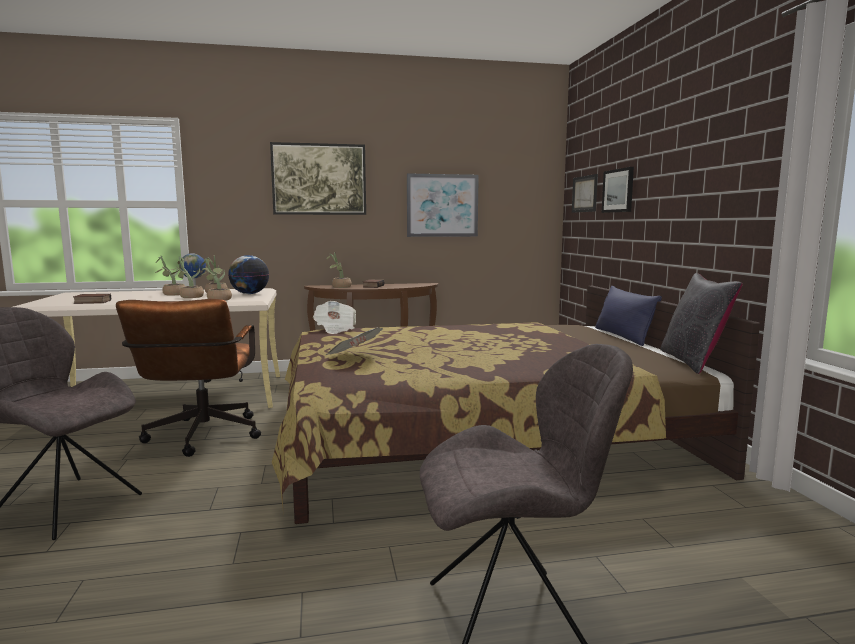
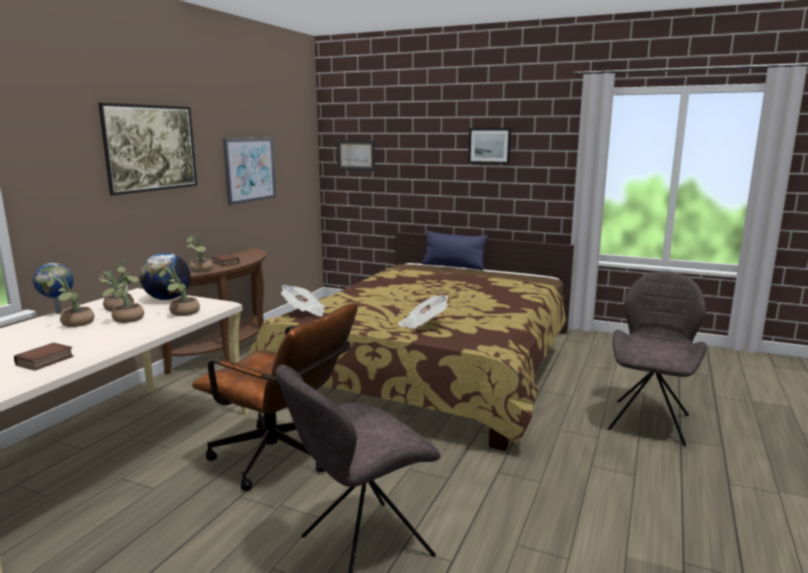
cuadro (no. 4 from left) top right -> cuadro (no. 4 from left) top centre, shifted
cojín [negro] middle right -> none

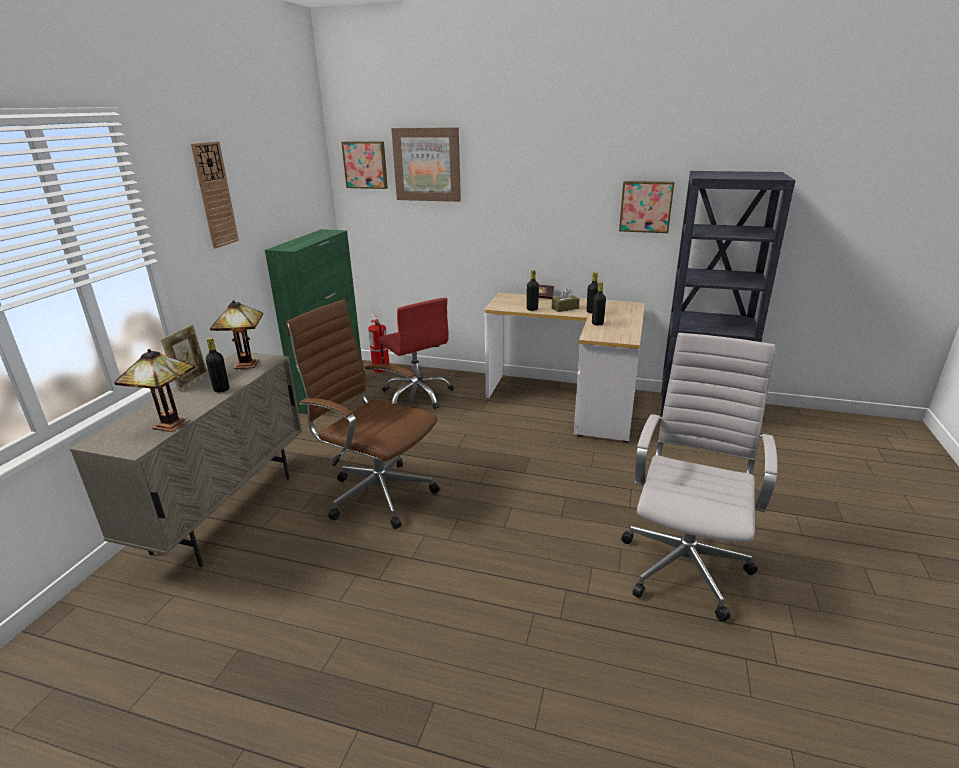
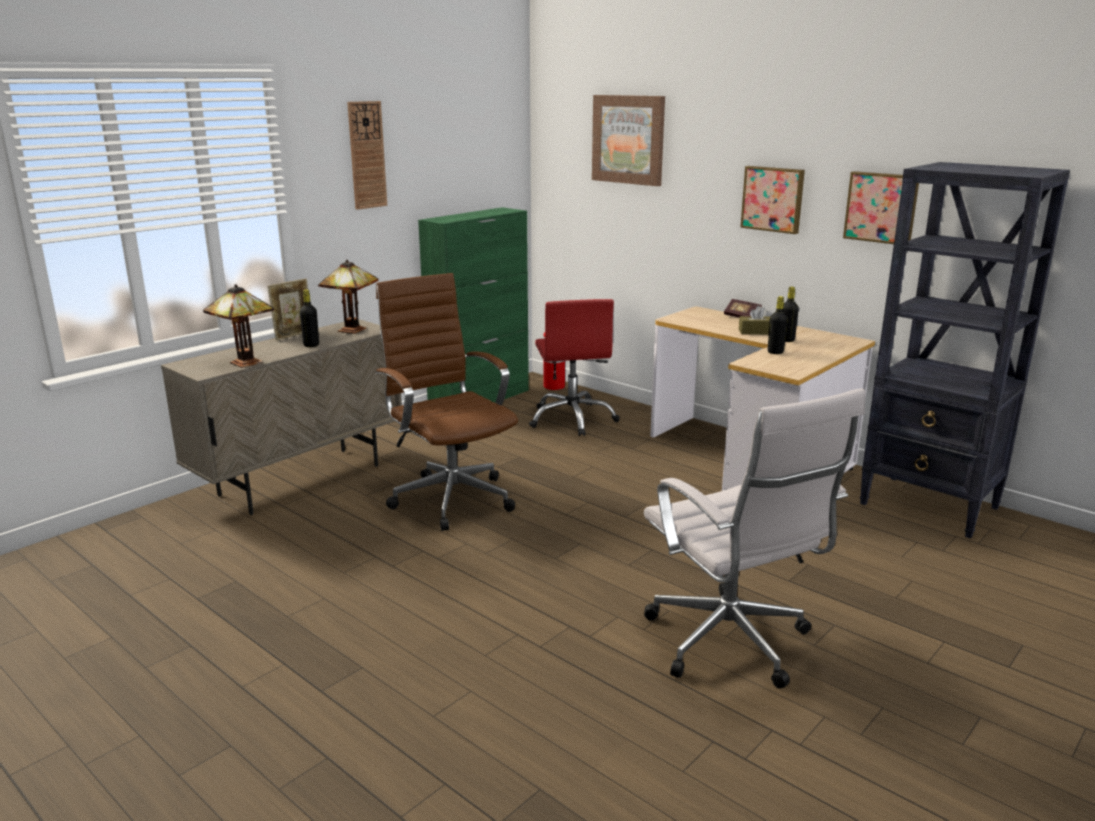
silla de oficina [blanco] middle right, 105 degrees clockwise
cuadro (no. 1 from left in the first image) top centre -> cuadro (no. 2 from left) top right, shifted
botella [negro] (no. 2 from left) centre -> none

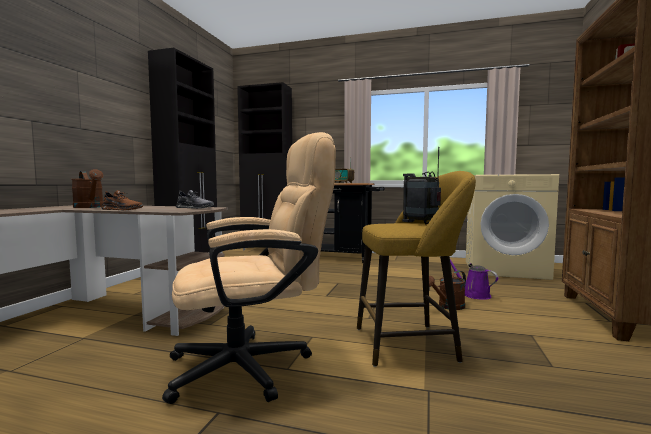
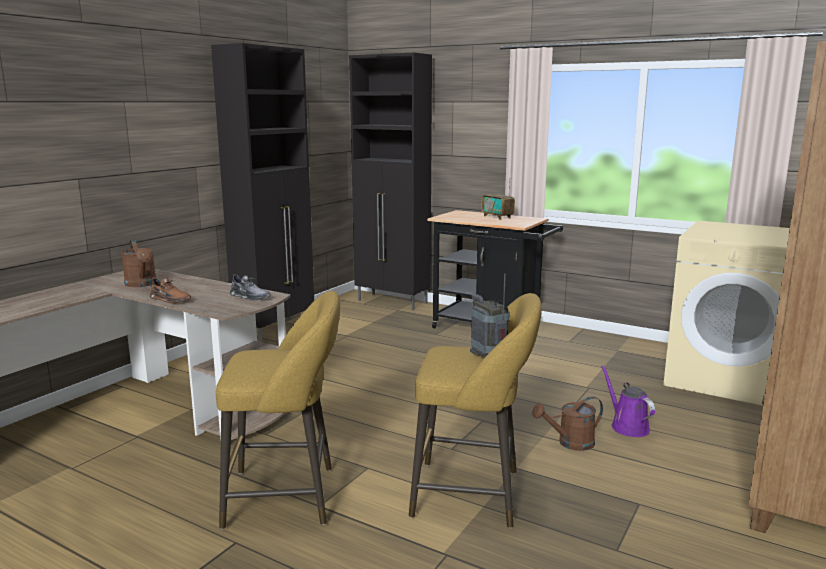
silla de oficina [beis] centre -> taburete [amarillo] (no. 1 from left) bottom centre

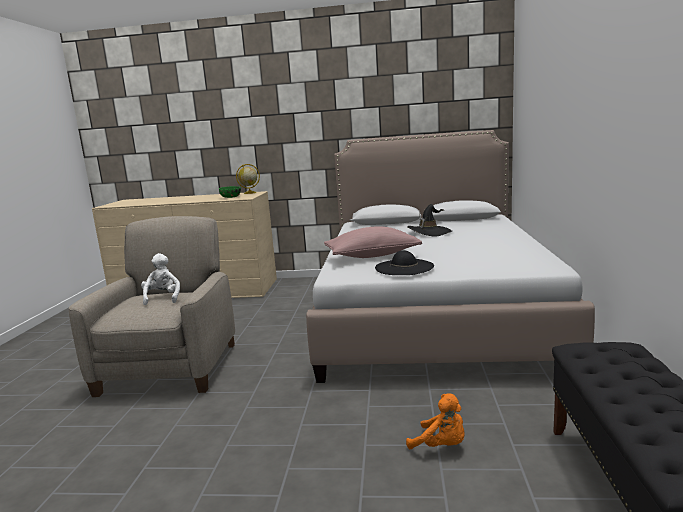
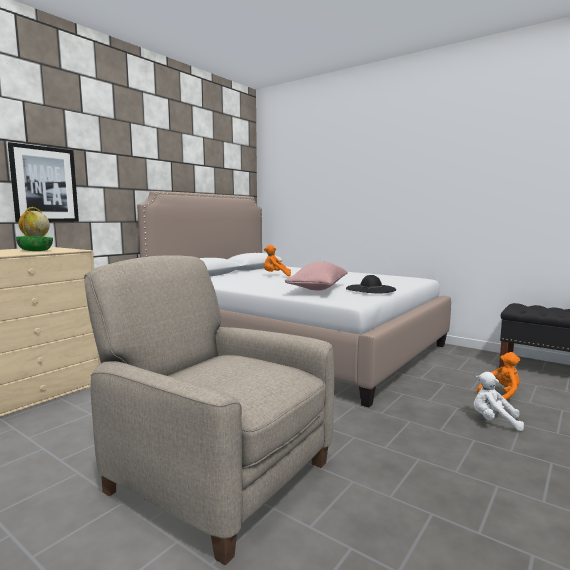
none -> cuadro top left
sombrero [negro] (no. 2 from left) centre -> peluche [naranja] (no. 1 from left) centre
peluche [blanco] middle left -> peluche [blanco] bottom right, shifted

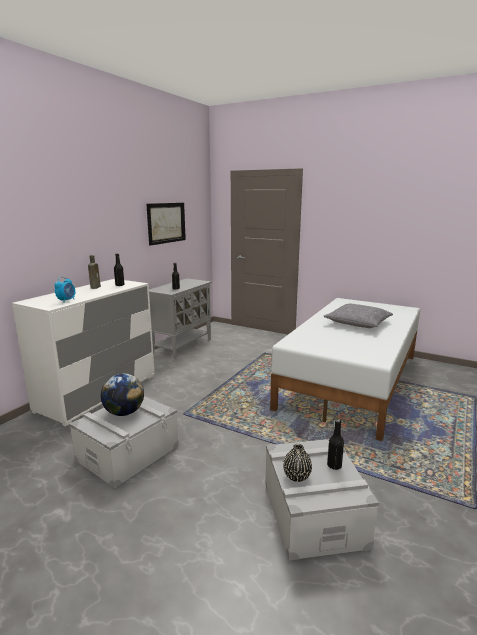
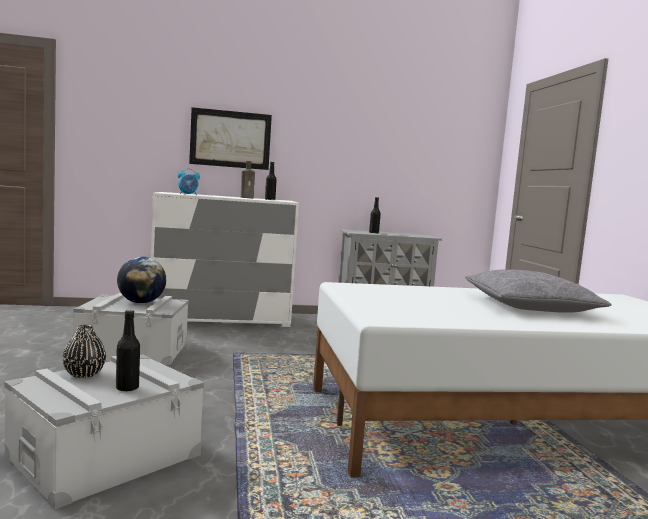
cuadro centre -> cuadro top centre, shifted

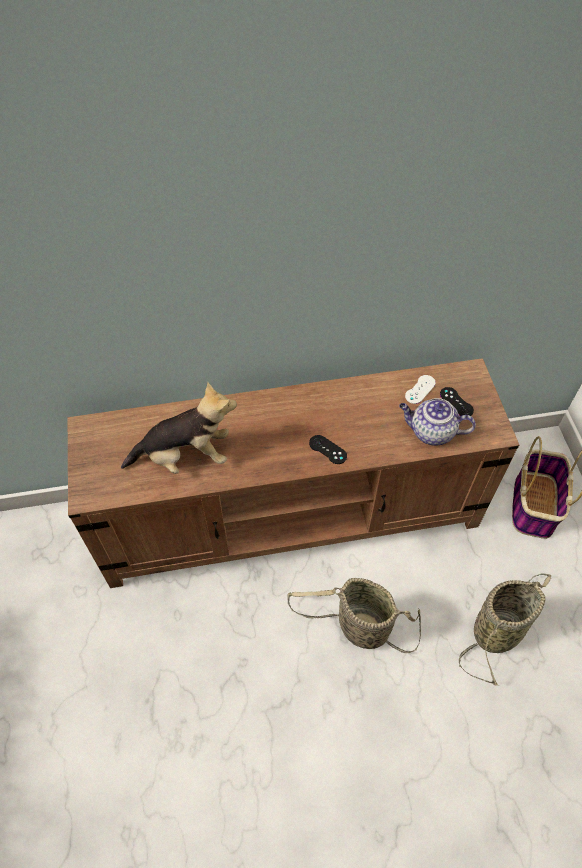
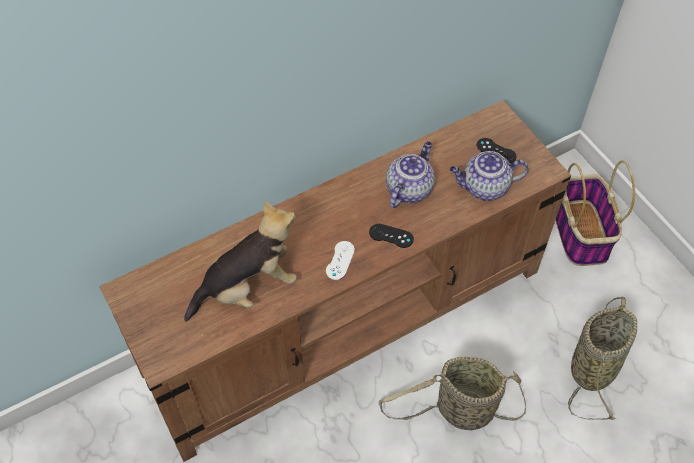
mando de consola [blanco] middle right -> mando de consola [blanco] centre, shifted
none -> tetera (no. 1 from left) centre

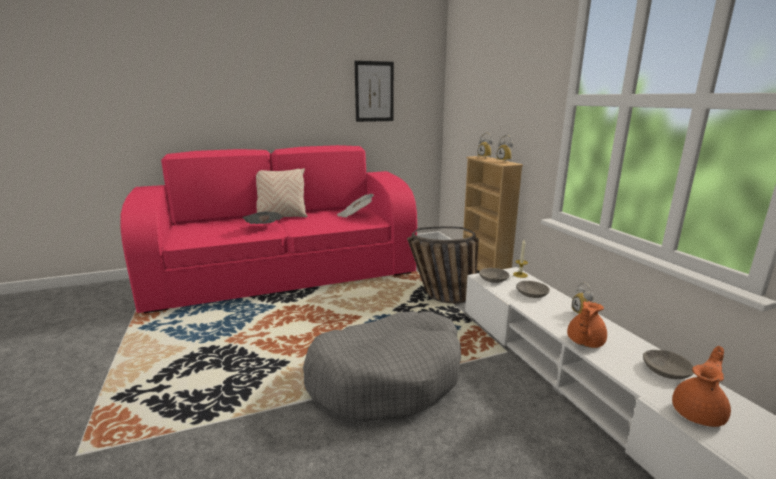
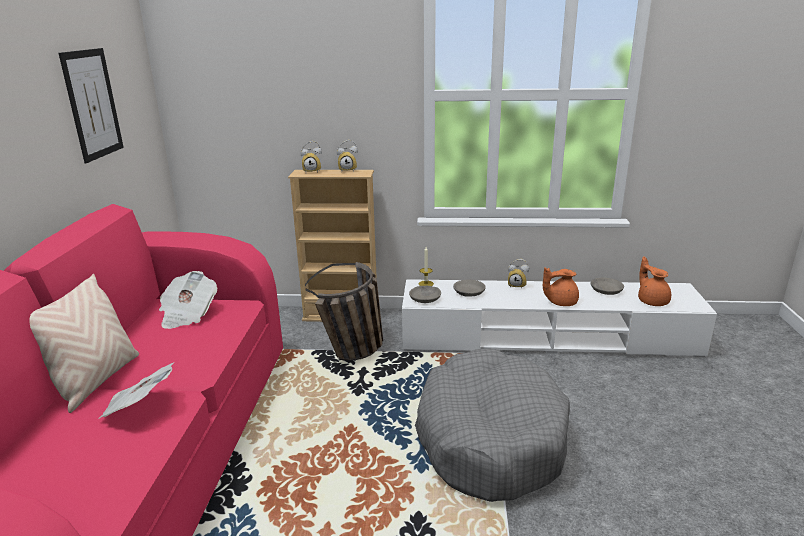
tetera [naranja] (no. 1 from left) bottom right -> tetera [naranja] (no. 1 from left) middle right, 105 degrees clockwise

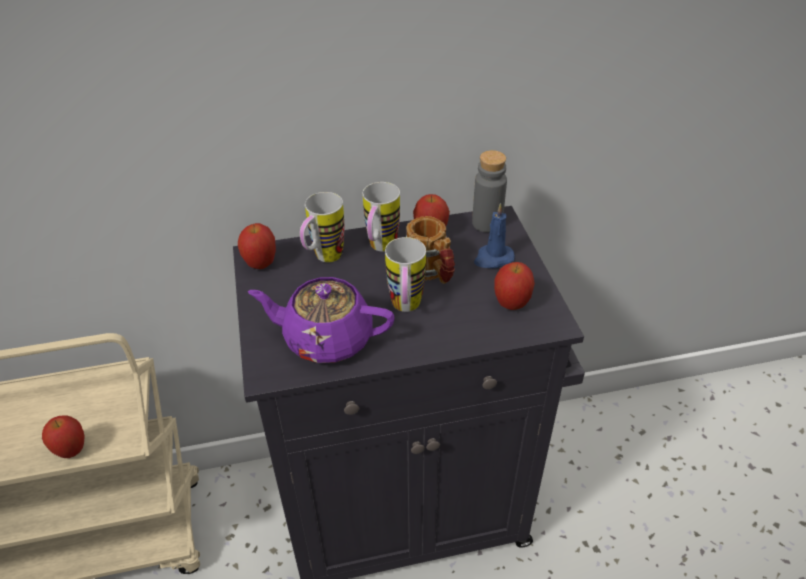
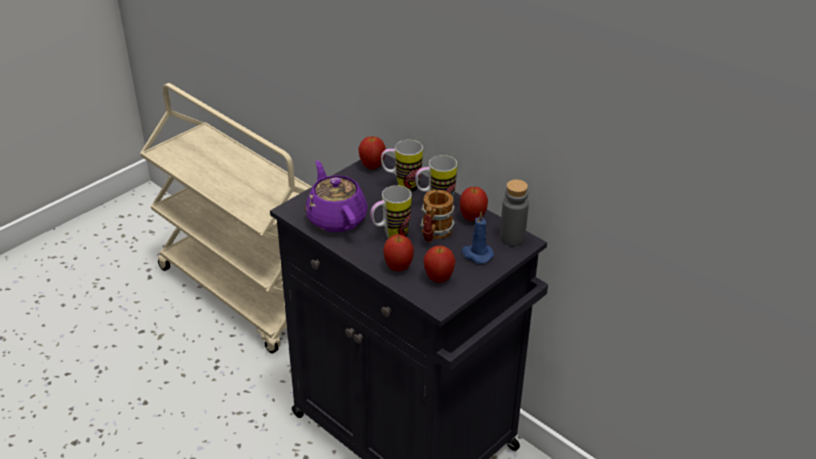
manzana (no. 1 from left in the first image) bottom left -> manzana (no. 2 from left) centre, shifted

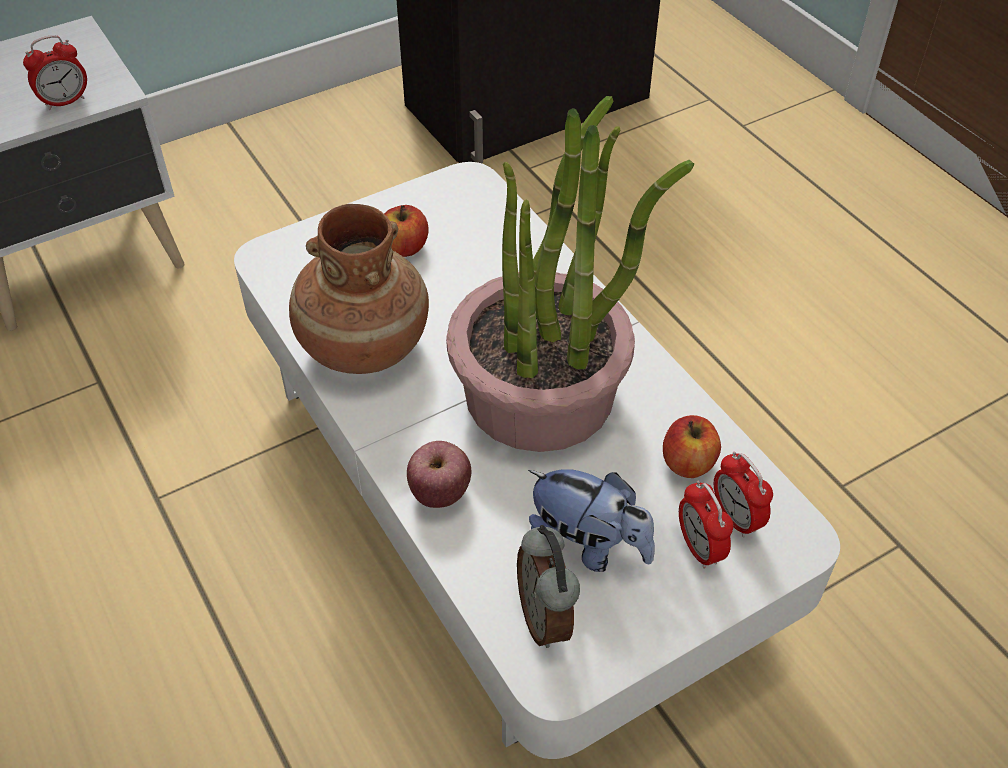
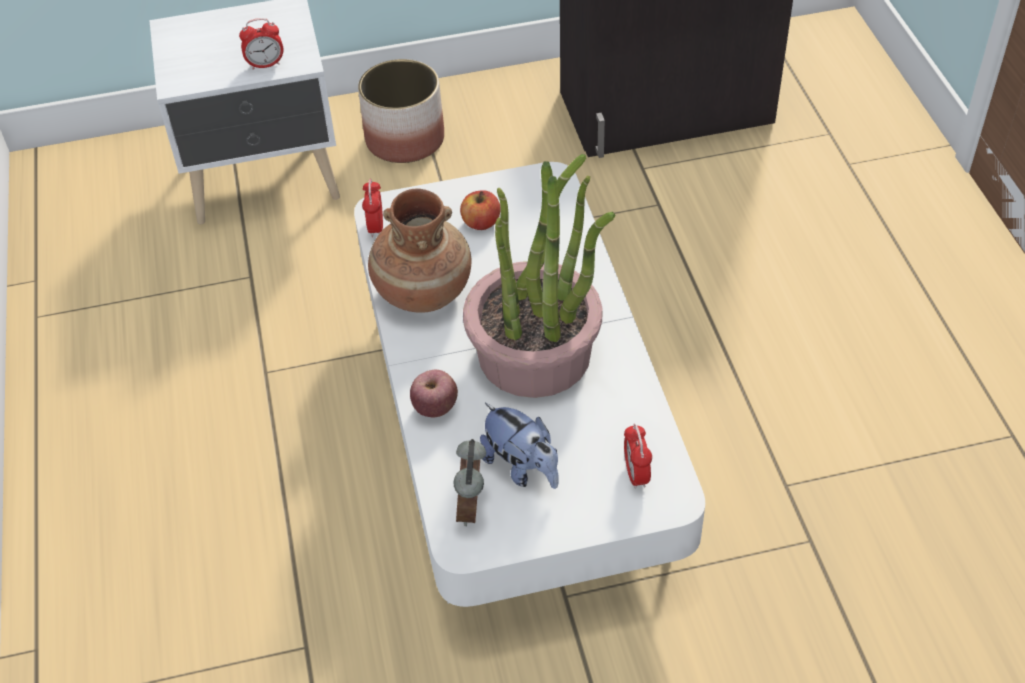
none -> maceta top centre
despertador (no. 3 from left in the first image) bottom right -> despertador (no. 2 from left) top centre, shifted
manzana (no. 3 from left) middle right -> none

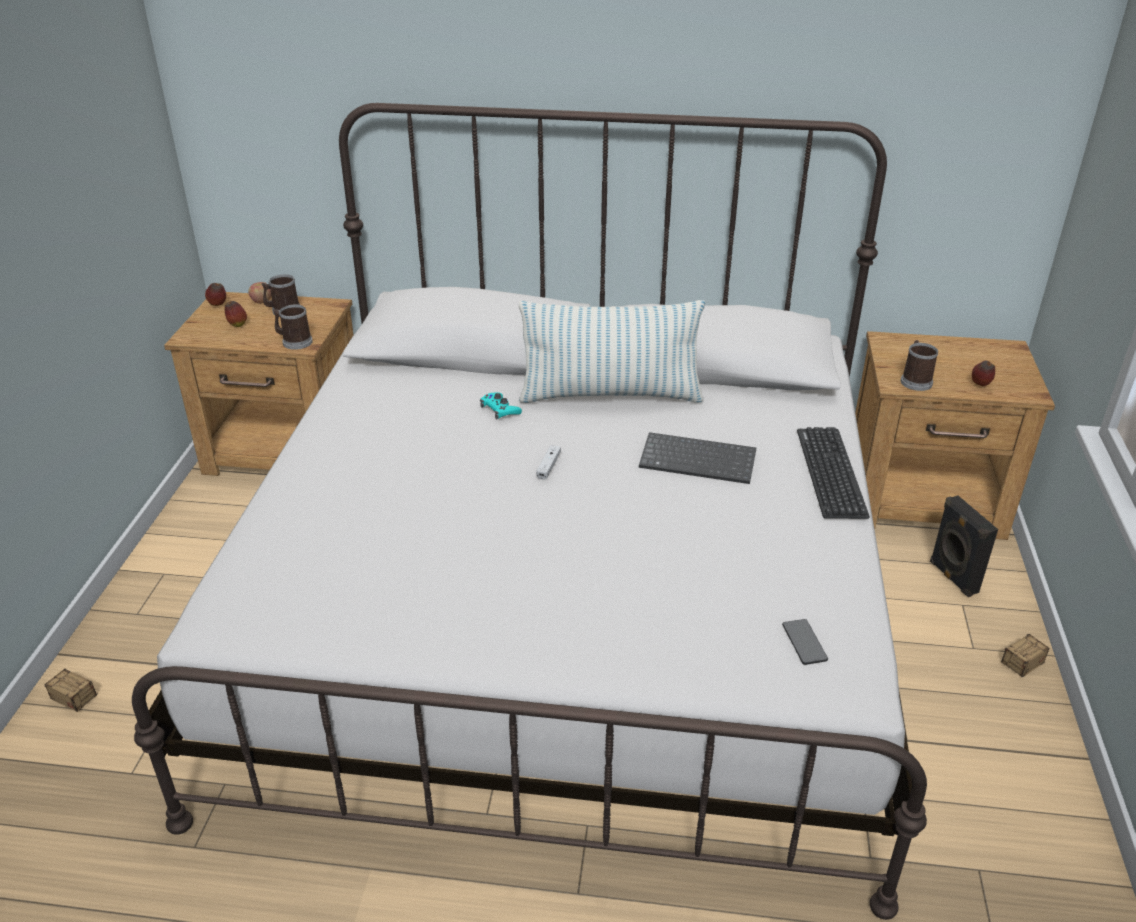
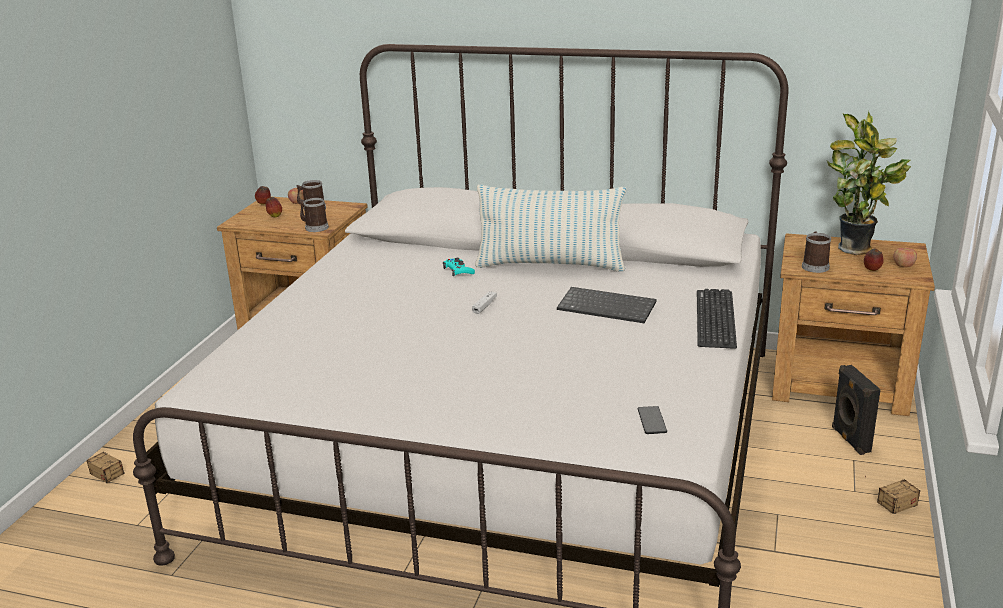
none -> planta en maceta top right
none -> manzana (no. 5 from left) middle right

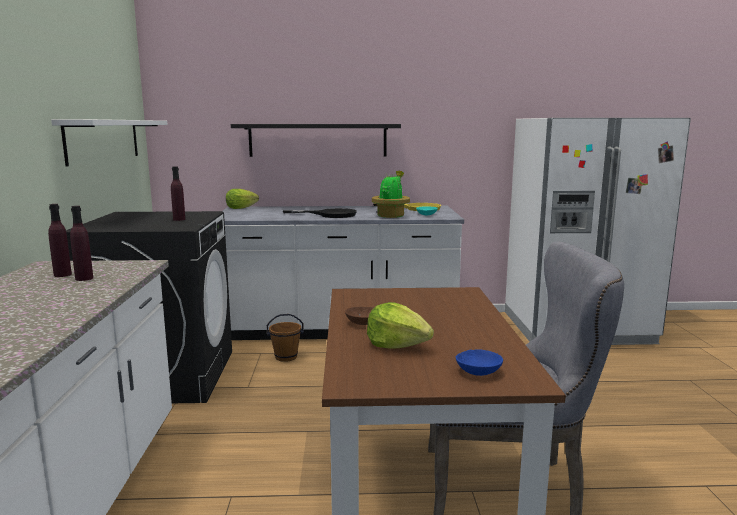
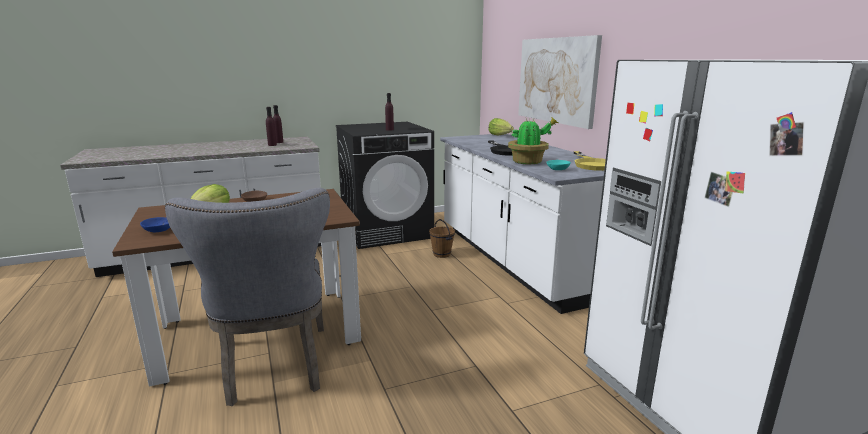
estante [negro] top centre -> cuadro top centre
estante [blanco] top left -> none

